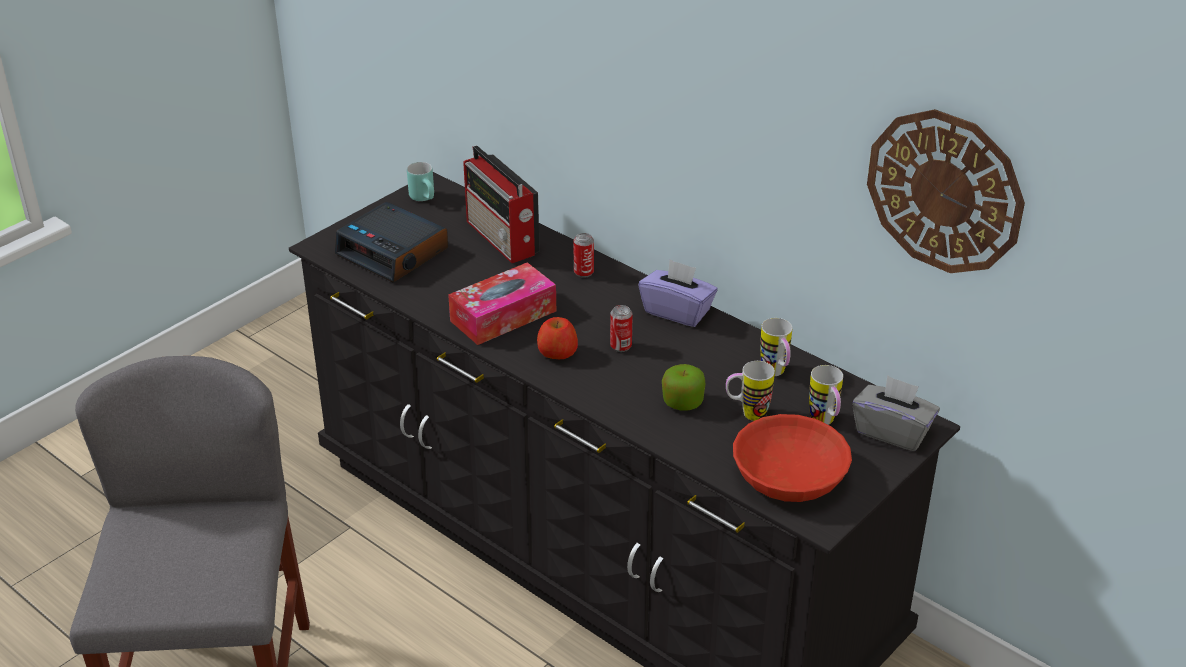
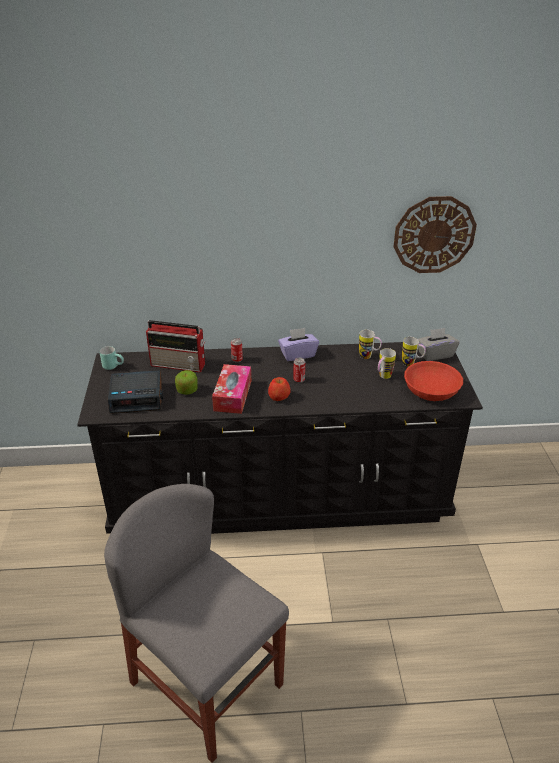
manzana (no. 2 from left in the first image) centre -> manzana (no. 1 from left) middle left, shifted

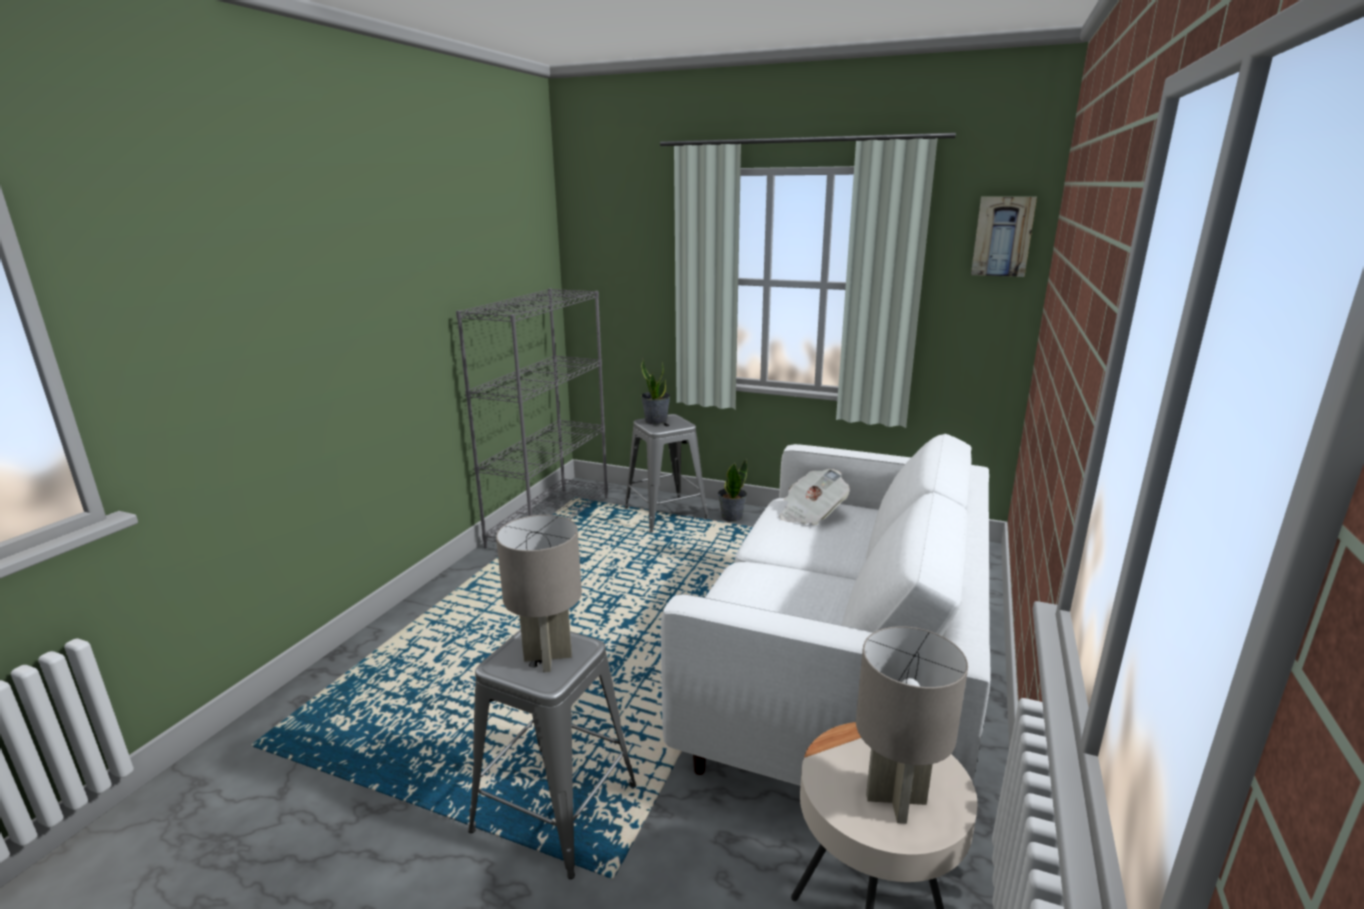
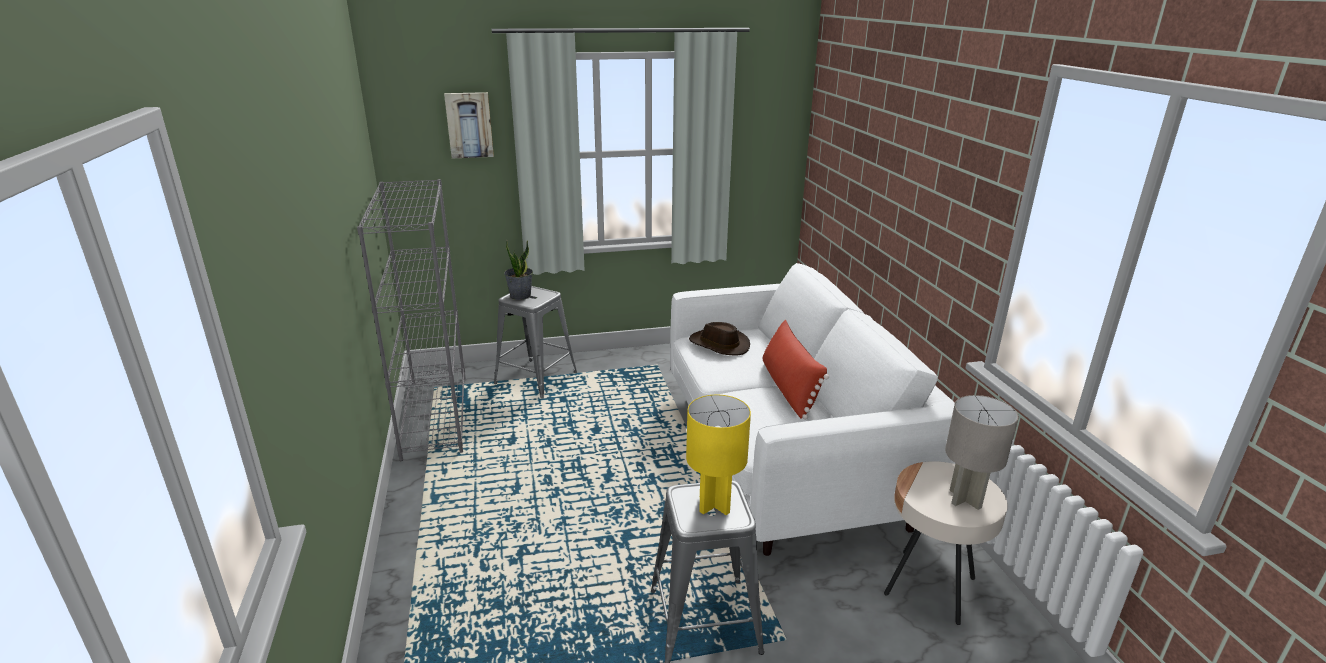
cuadro top right -> cuadro top centre, shifted
lámpara de mesa [gris] (no. 1 from left) centre -> lámpara de mesa [amarillo] bottom centre
periódico centre -> sombrero [marrón] centre
none -> cojín [rojo] centre
planta en maceta (no. 2 from left) centre -> none

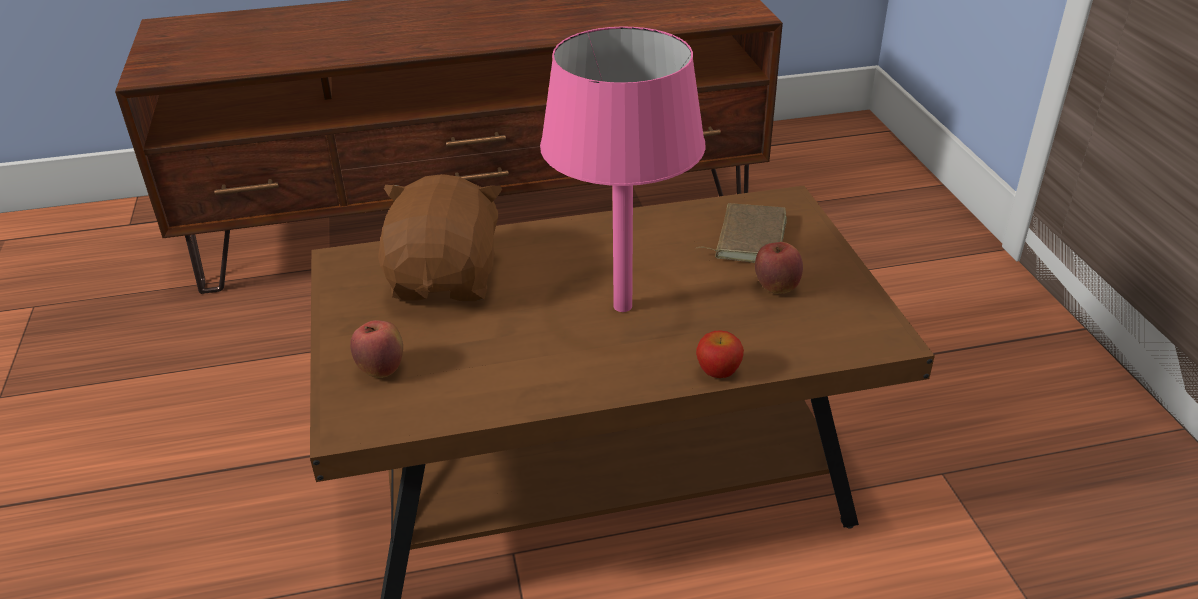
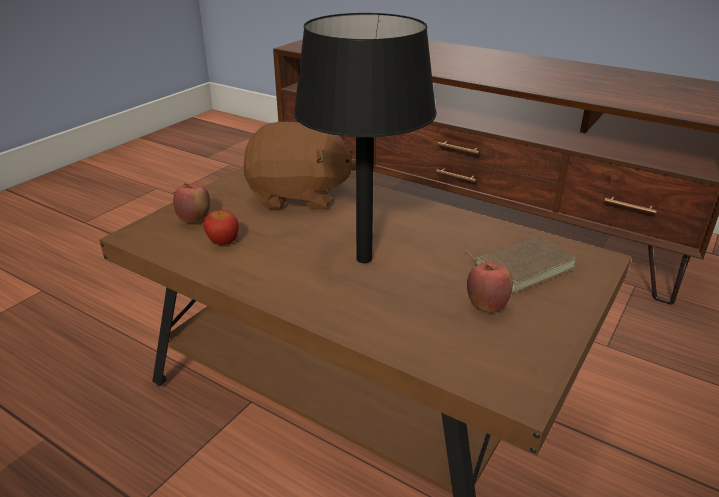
manzana (no. 2 from left) centre -> manzana (no. 2 from left) middle left, shifted
peluche [marrón] centre, 45 degrees clockwise
lámpara de mesa [rosa] top centre -> lámpara de mesa [negro] top centre

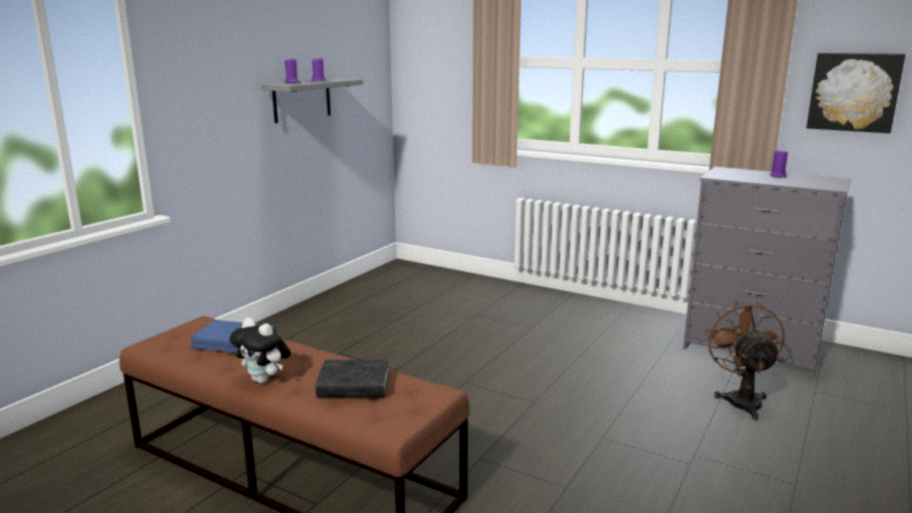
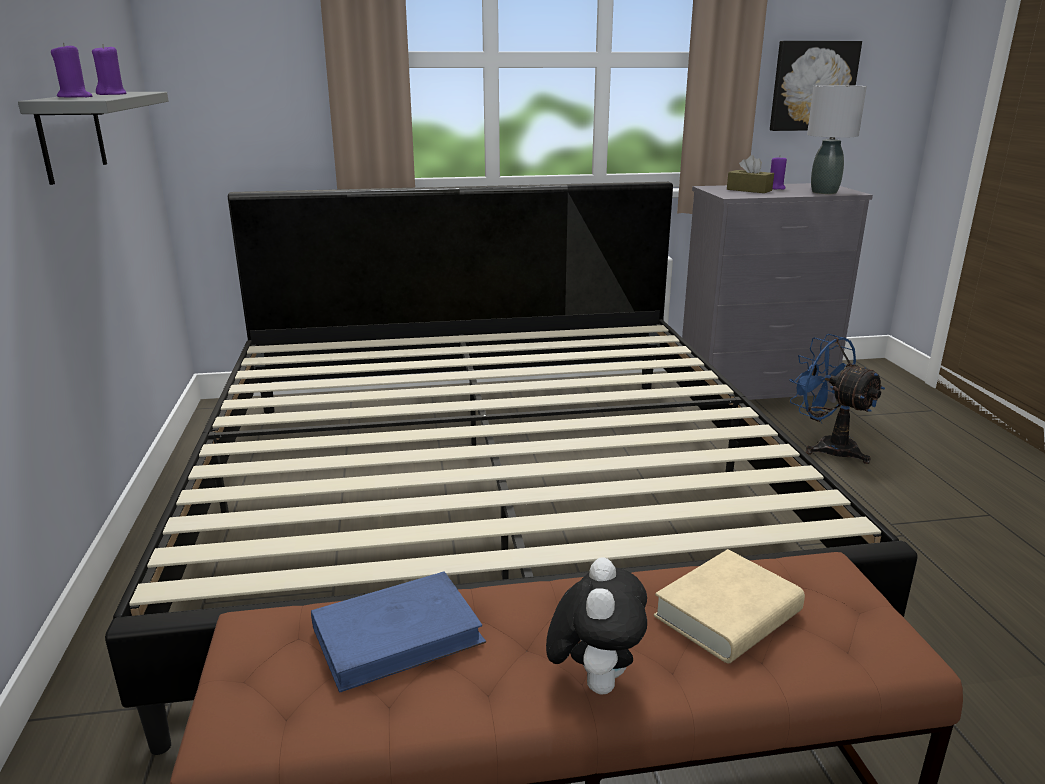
none -> cama centre
peluche bottom left -> peluche bottom centre, 75 degrees counterclockwise
libro [negro] bottom centre -> libro [beis] bottom right
none -> caja de pañuelos [marrón] top right
ventilador [marrón] bottom right -> ventilador [azul] middle right
none -> lámpara de mesa [gris] top right

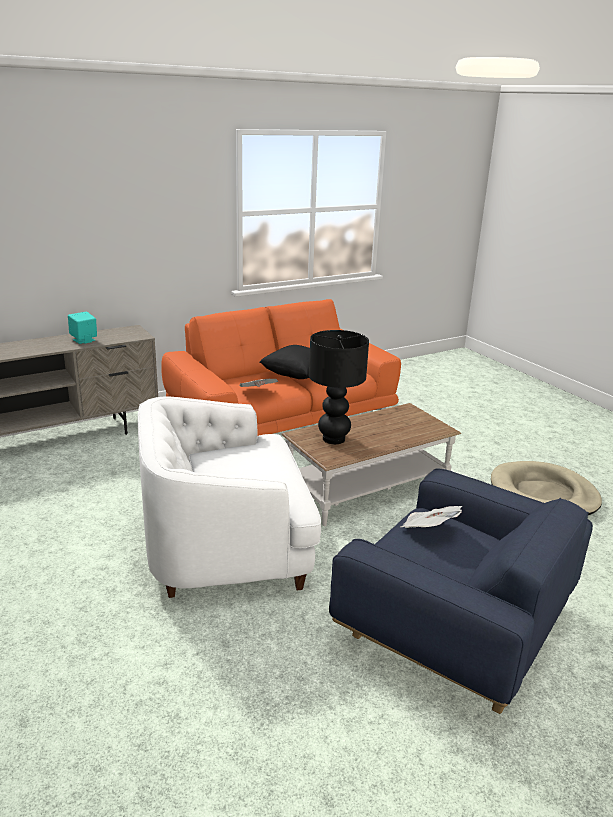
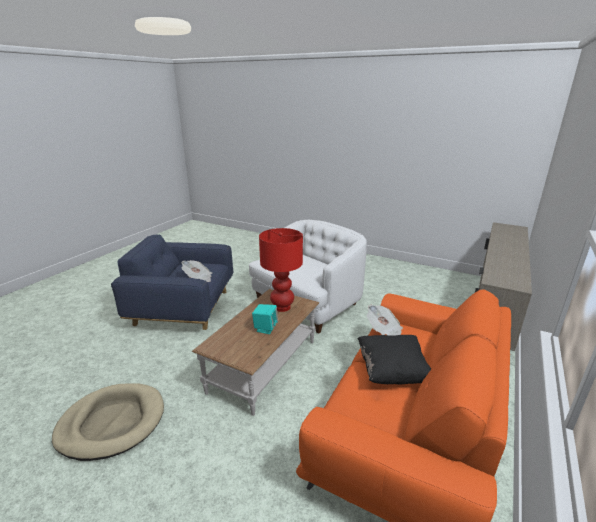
altavoz [turquesa] middle left -> altavoz [turquesa] centre, shifted
lámpara de mesa [negro] centre -> lámpara de mesa [rojo] centre

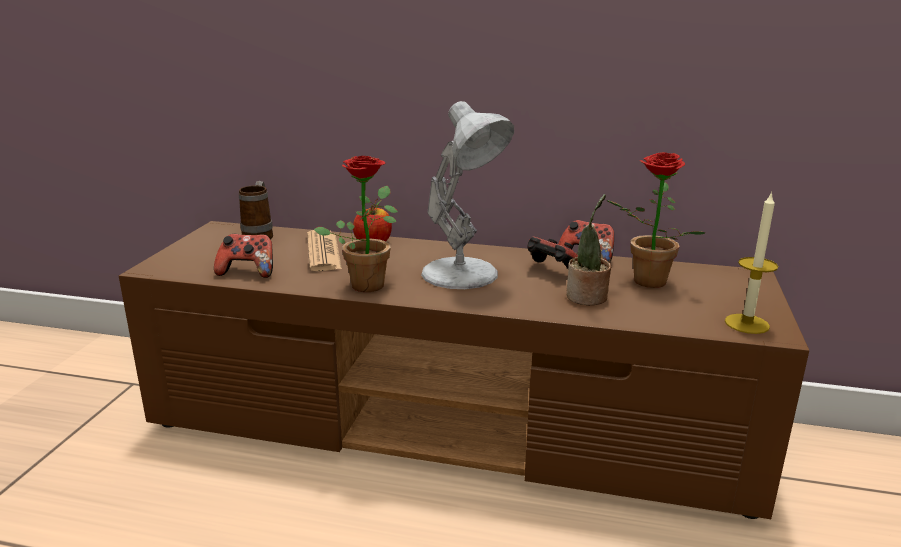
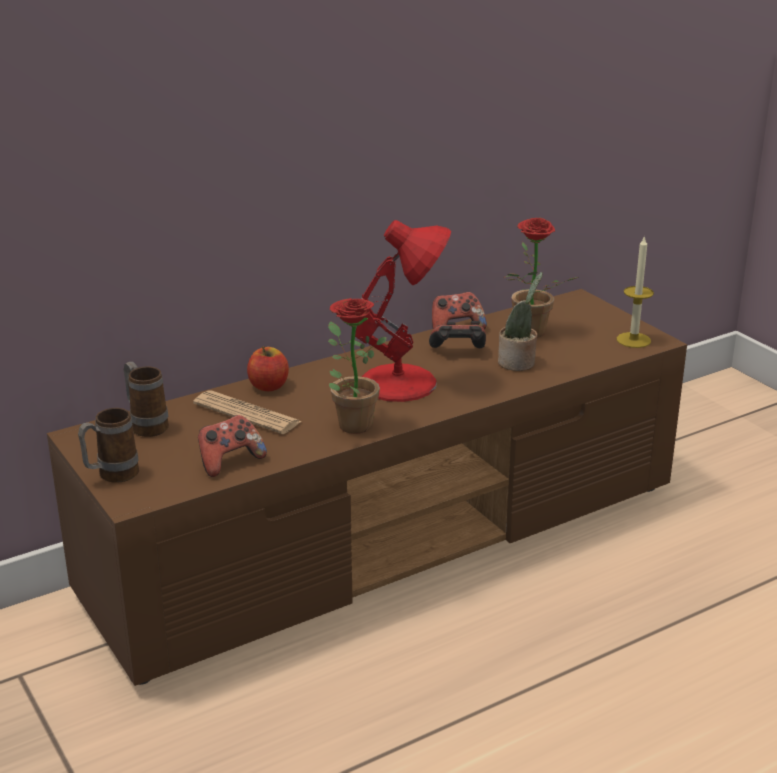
none -> taza grande (no. 1 from left) middle left
lámpara de mesa [blanco] centre -> lámpara de mesa [rojo] centre

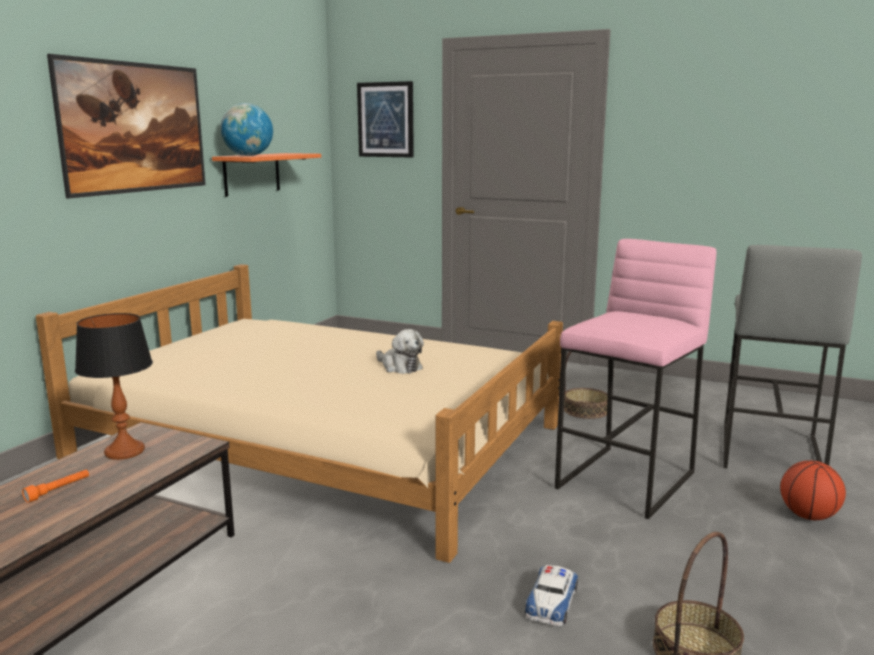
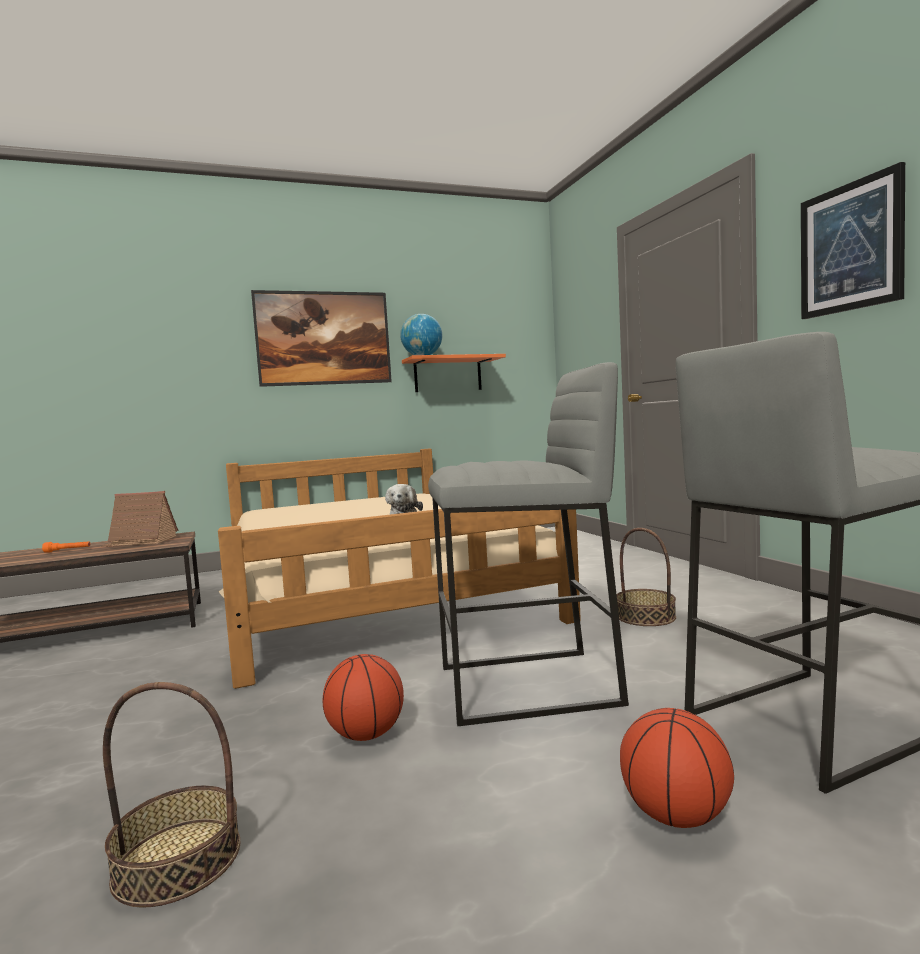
lámpara de mesa middle left -> casita middle left
none -> balón de baloncesto (no. 1 from left) bottom centre
taburete [rosa] middle right -> taburete [gris] (no. 1 from left) centre
cuadro (no. 2 from left) top centre -> cuadro (no. 2 from left) top right, shifted
coche de juguete bottom centre -> none

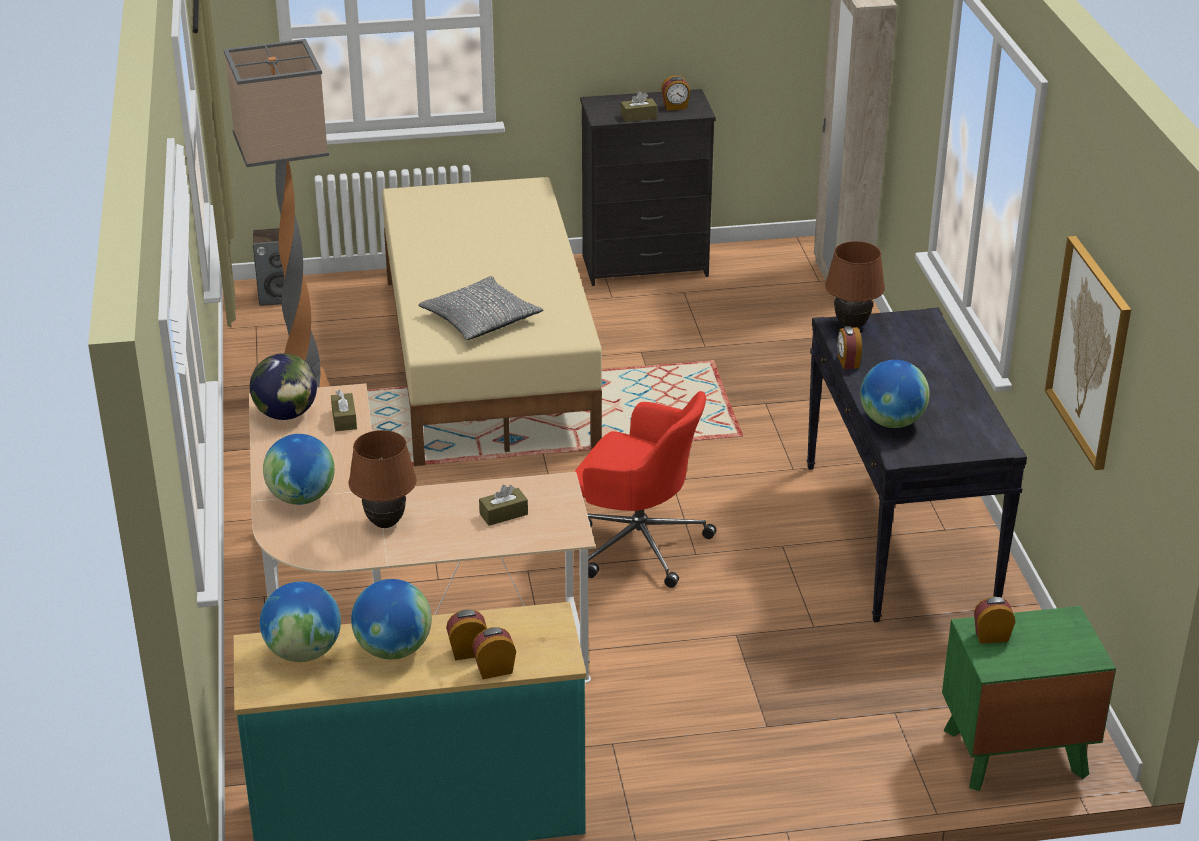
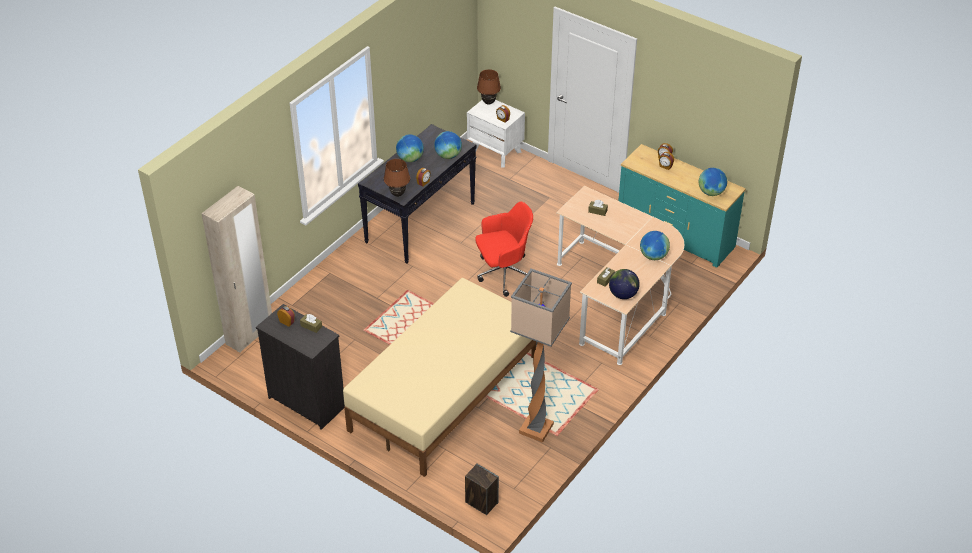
globo terráqueo (no. 4 from left in the first image) bottom left -> globo terráqueo (no. 1 from left) top centre, shifted
mesita de noche [verde] bottom right -> mesita de noche [blanco] top centre
silla de oficina [rojo] centre, 90 degrees clockwise
lámpara de mesa [marrón] (no. 1 from left in the first image) middle left -> lámpara de mesa [marrón] (no. 2 from left) top centre, shifted
cojín [gris] centre -> none
cuadro middle right -> none

